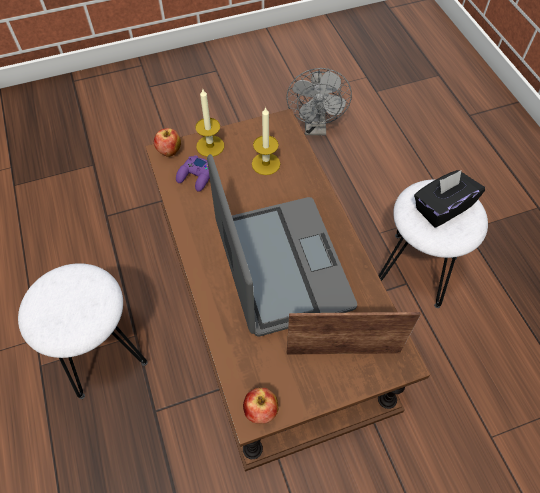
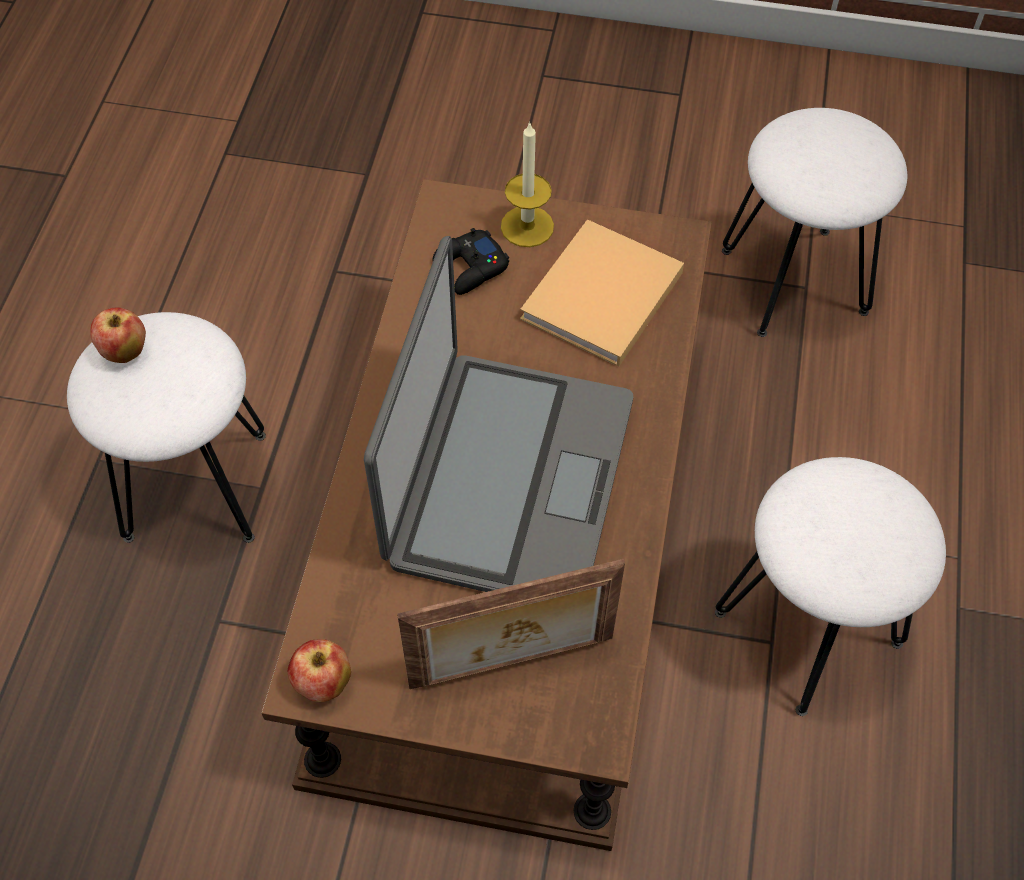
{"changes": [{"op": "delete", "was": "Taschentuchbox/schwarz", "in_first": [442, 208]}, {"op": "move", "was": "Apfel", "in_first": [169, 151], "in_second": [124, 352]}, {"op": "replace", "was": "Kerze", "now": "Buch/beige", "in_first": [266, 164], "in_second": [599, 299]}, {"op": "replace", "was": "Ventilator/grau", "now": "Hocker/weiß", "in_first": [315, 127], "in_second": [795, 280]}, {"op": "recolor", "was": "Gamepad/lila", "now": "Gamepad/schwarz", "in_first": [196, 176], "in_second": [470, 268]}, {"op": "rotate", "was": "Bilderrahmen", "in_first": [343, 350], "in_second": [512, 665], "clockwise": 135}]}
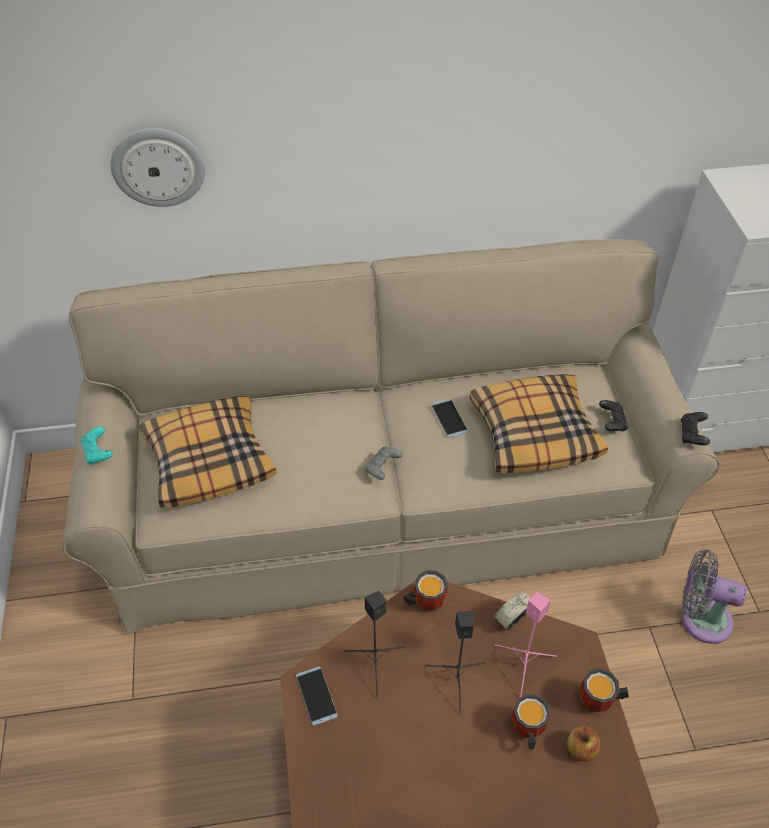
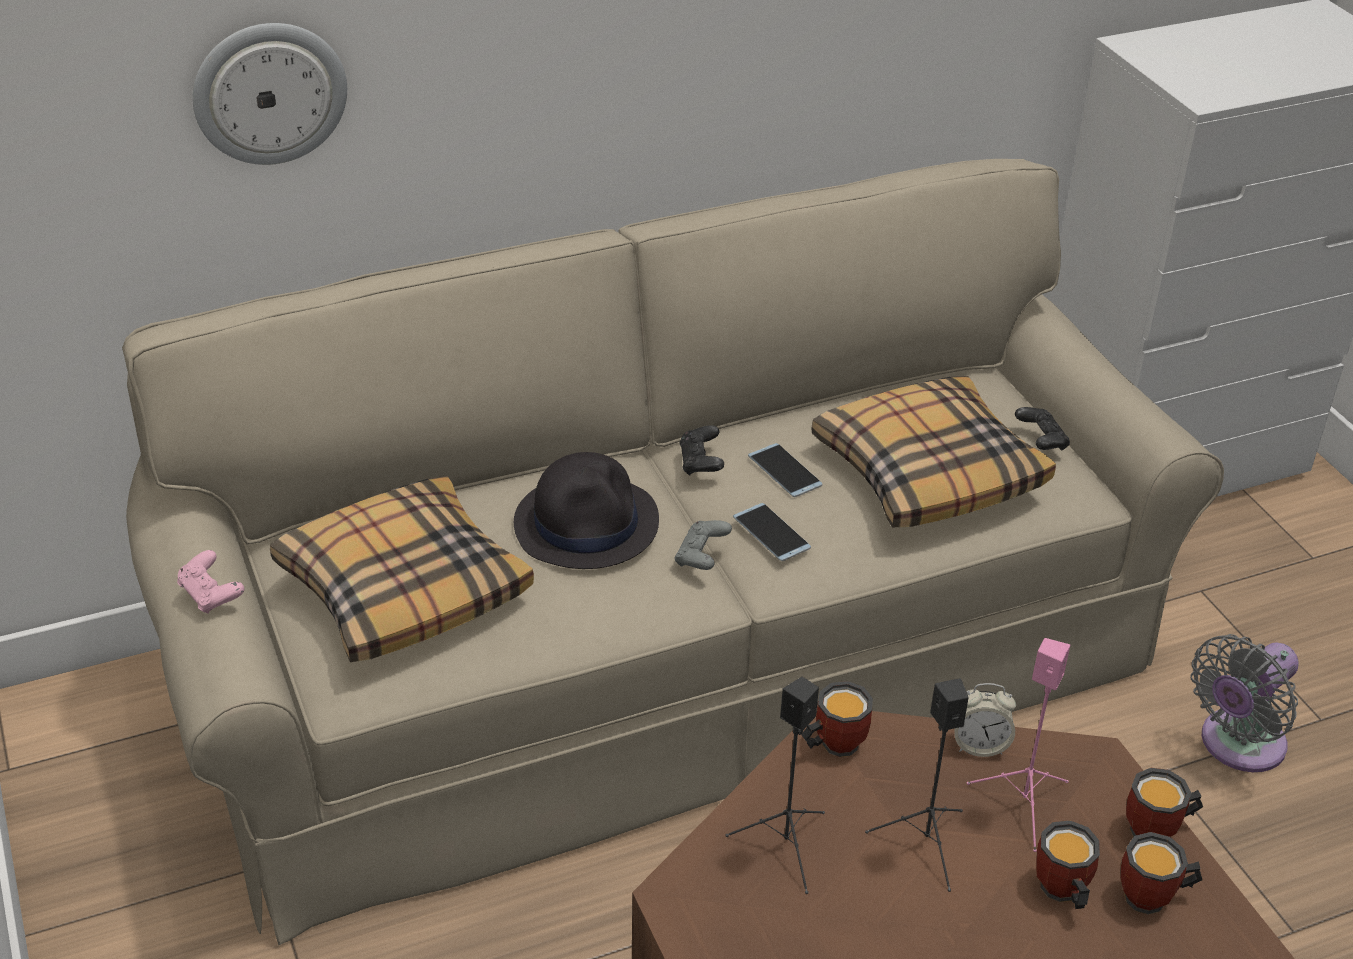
{"changes": [{"op": "insert", "now": "Hut/schwarz", "in_second": [587, 523]}, {"op": "move", "was": "Handy", "in_first": [316, 695], "in_second": [771, 533]}, {"op": "move", "was": "Gamepad/schwarz", "in_first": [692, 435], "in_second": [701, 463]}, {"op": "replace", "was": "Apfel", "now": "Henkelbecher", "in_first": [581, 749], "in_second": [1153, 900]}, {"op": "recolor", "was": "Gamepad/türkis", "now": "Gamepad/rosa", "in_first": [98, 452], "in_second": [211, 595]}, {"op": "rotate", "was": "Wecker", "in_first": [511, 620], "in_second": [979, 745], "clockwise": -120}, {"op": "rotate", "was": "Ventilator/grau", "in_first": [700, 618], "in_second": [1237, 745], "clockwise": -45}]}
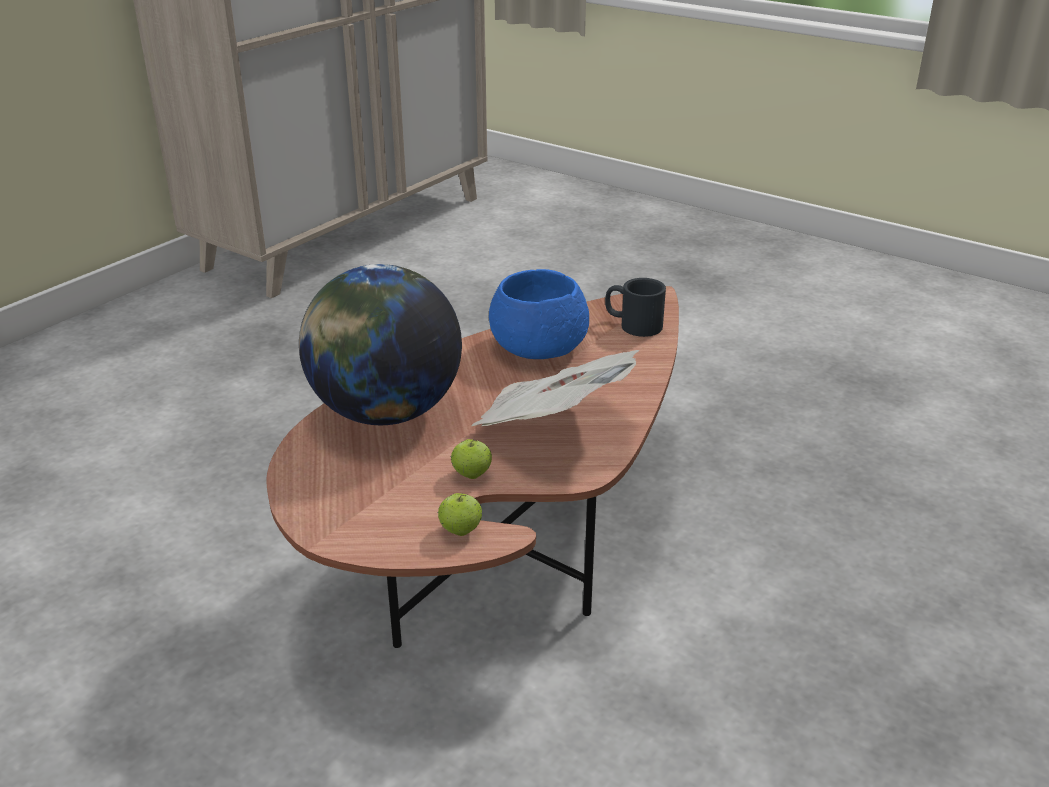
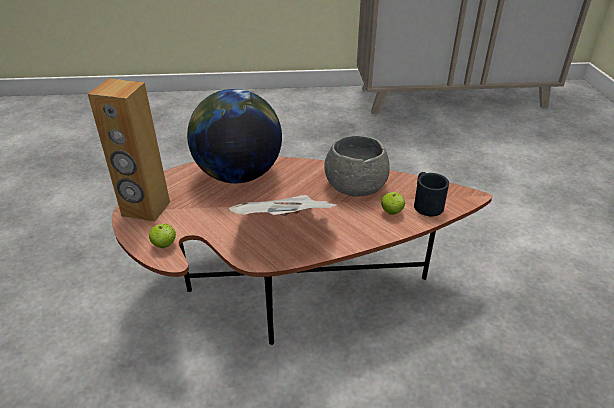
{"changes": [{"op": "insert", "now": "Lautsprecher/braun", "in_second": [145, 209]}, {"op": "move", "was": "Apfel", "in_first": [471, 474], "in_second": [391, 212]}, {"op": "recolor", "was": "Schüssel/blau", "now": "Schüssel/grau", "in_first": [539, 347], "in_second": [355, 186]}]}
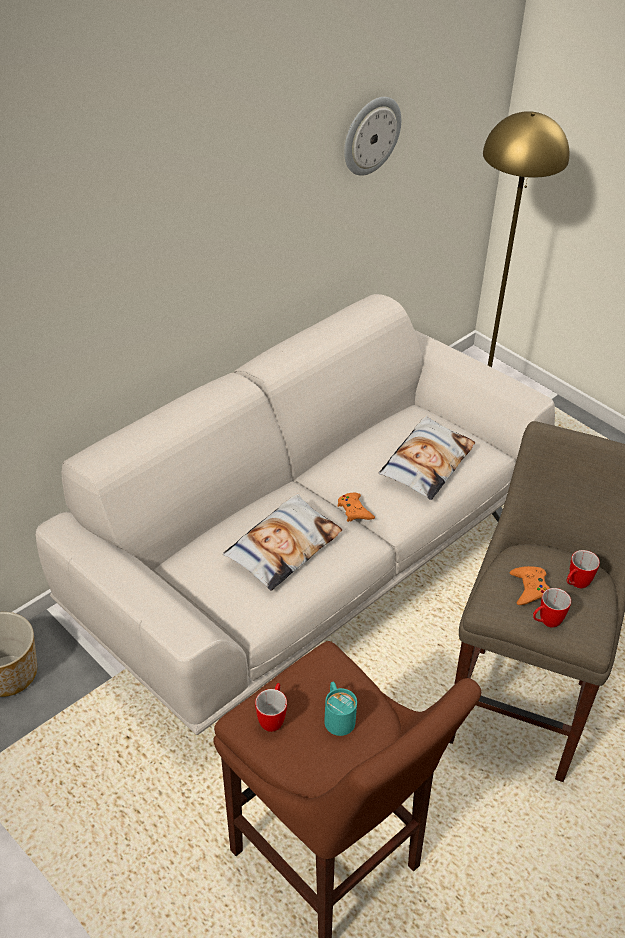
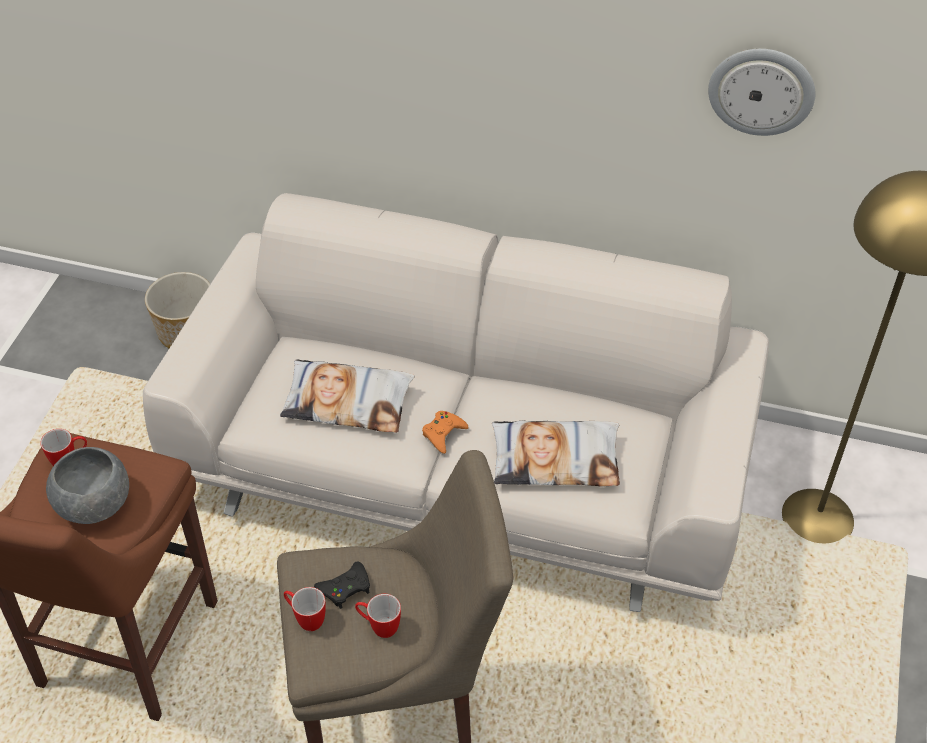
{"changes": [{"op": "replace", "was": "Henkelbecher/türkis", "now": "Schüssel/grau", "in_first": [337, 716], "in_second": [95, 503]}, {"op": "recolor", "was": "Gamepad/orange", "now": "Gamepad/schwarz", "in_first": [529, 588], "in_second": [345, 588]}]}
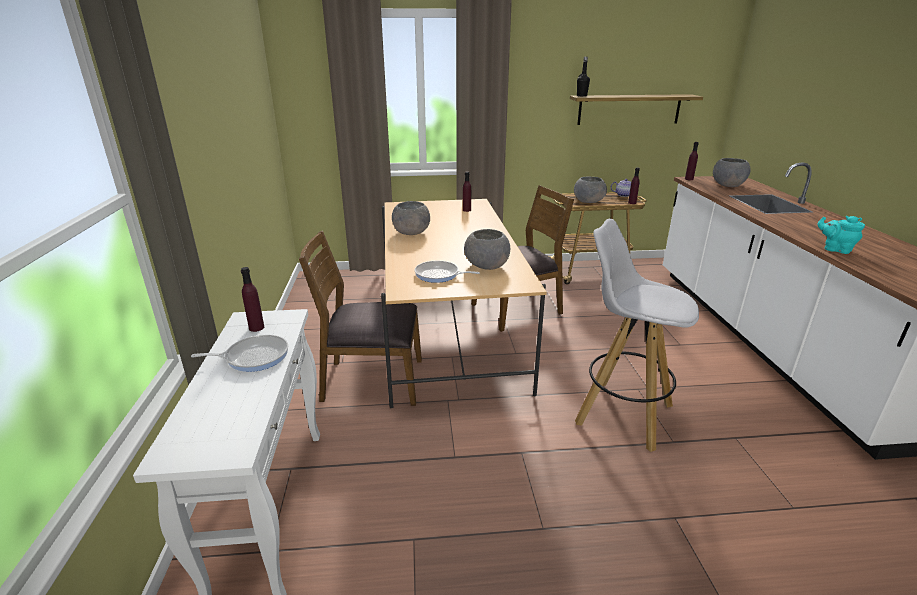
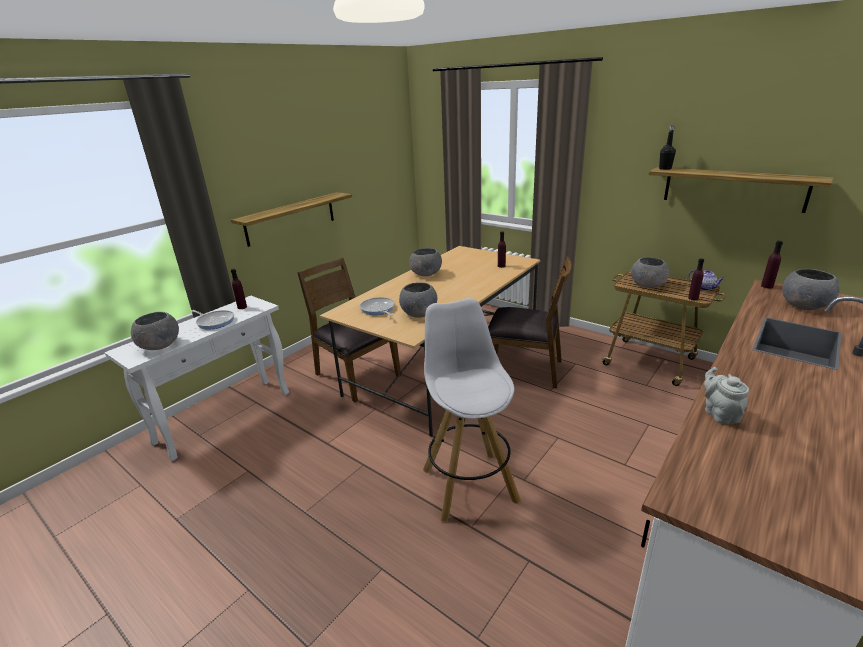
{"changes": [{"op": "insert", "now": "Schüssel/grau", "in_second": [160, 346]}, {"op": "insert", "now": "Wandregal", "in_second": [291, 218]}, {"op": "recolor", "was": "Teekanne/türkis", "now": "Teekanne/grau", "in_first": [835, 249], "in_second": [719, 413]}]}
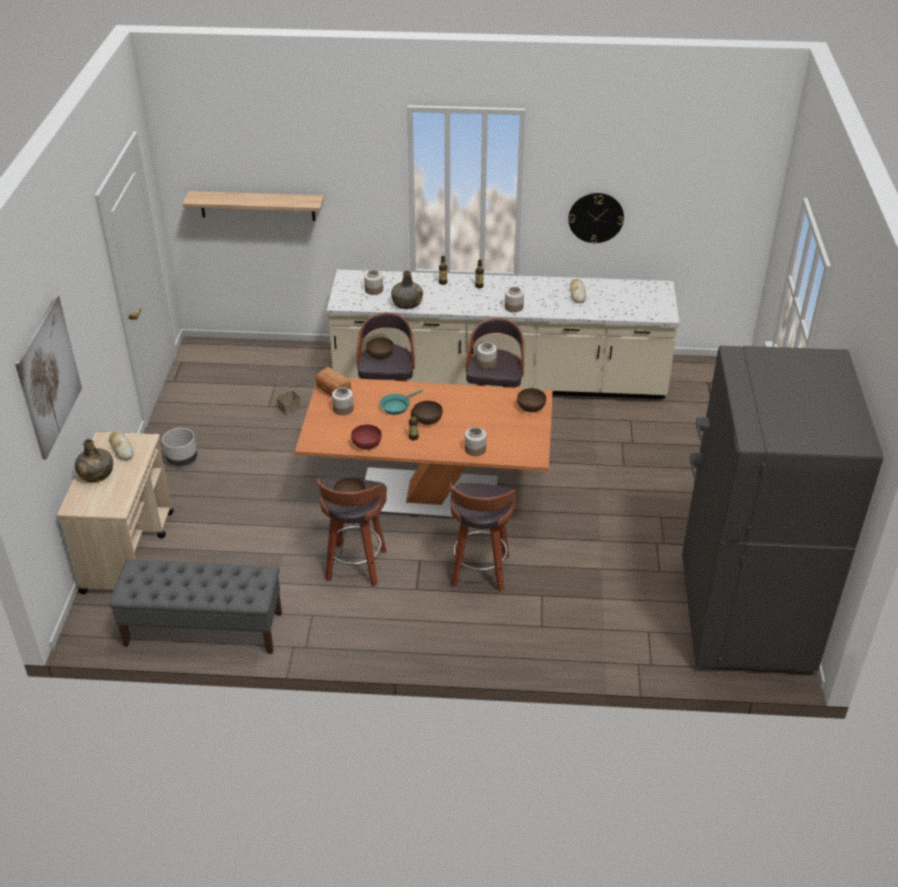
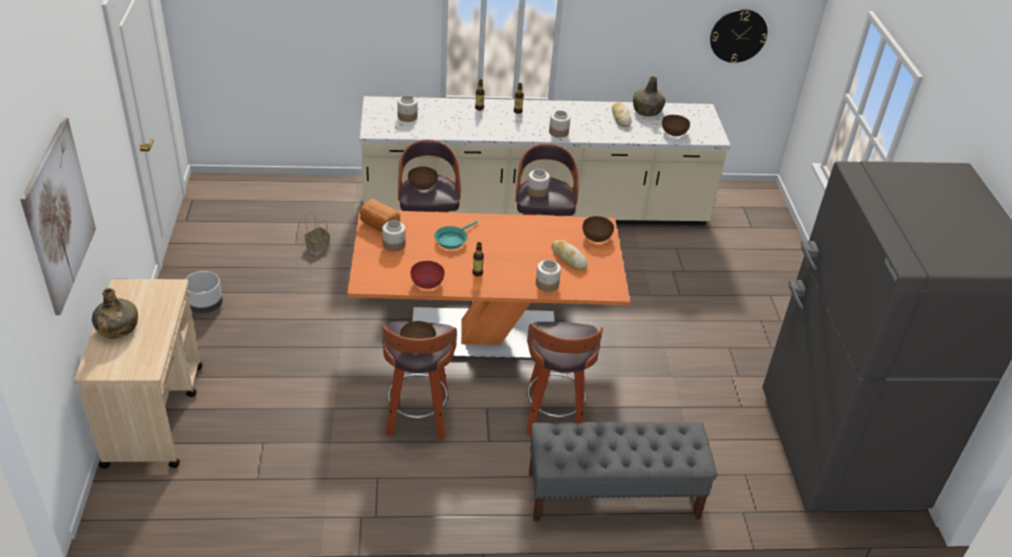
{"changes": [{"op": "delete", "was": "Wandregal", "in_first": [257, 206]}, {"op": "move", "was": "Brot", "in_first": [121, 448], "in_second": [568, 258]}, {"op": "move", "was": "Bank/grau", "in_first": [203, 629], "in_second": [612, 495]}, {"op": "move", "was": "Flasche/grün", "in_first": [407, 303], "in_second": [647, 111]}, {"op": "move", "was": "Schüssel/braun", "in_first": [427, 420], "in_second": [673, 132]}, {"op": "move", "was": "Wanduhr", "in_first": [596, 217], "in_second": [738, 35]}]}
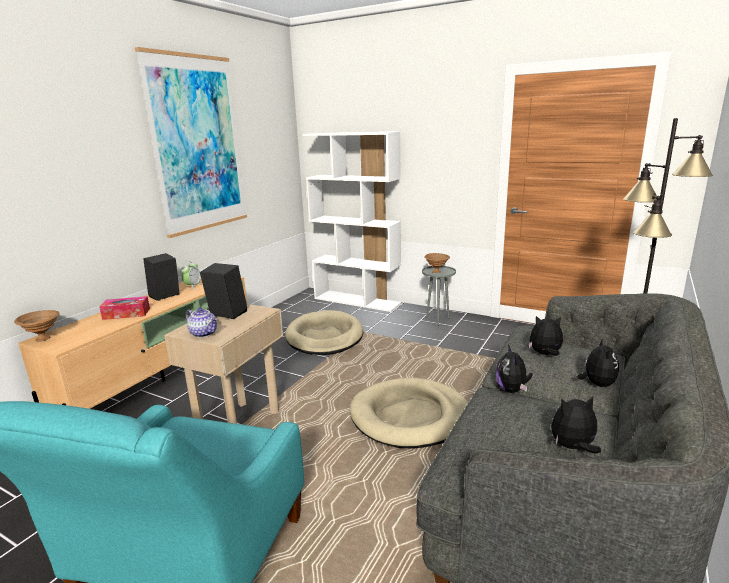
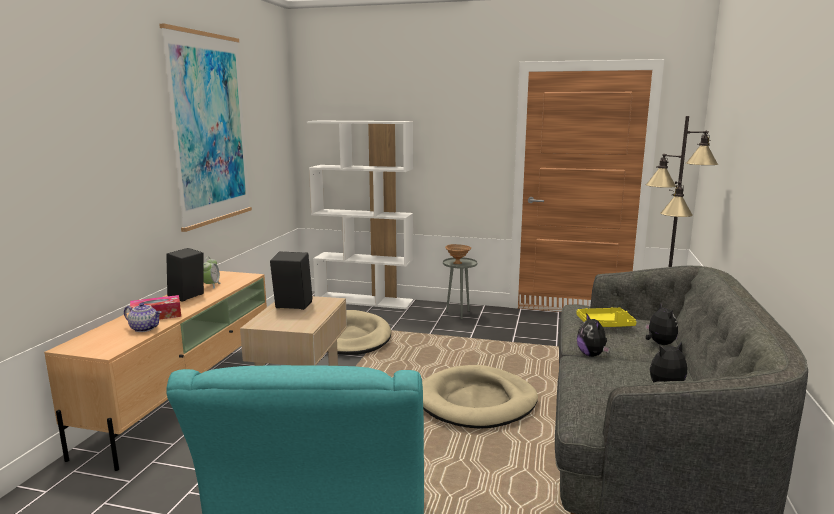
{"changes": [{"op": "delete", "was": "Schüssel/braun", "in_first": [43, 338]}, {"op": "move", "was": "Teekanne", "in_first": [204, 333], "in_second": [145, 328]}, {"op": "replace", "was": "Plüschtier", "now": "Tablett/gelb", "in_first": [545, 354], "in_second": [605, 324]}]}
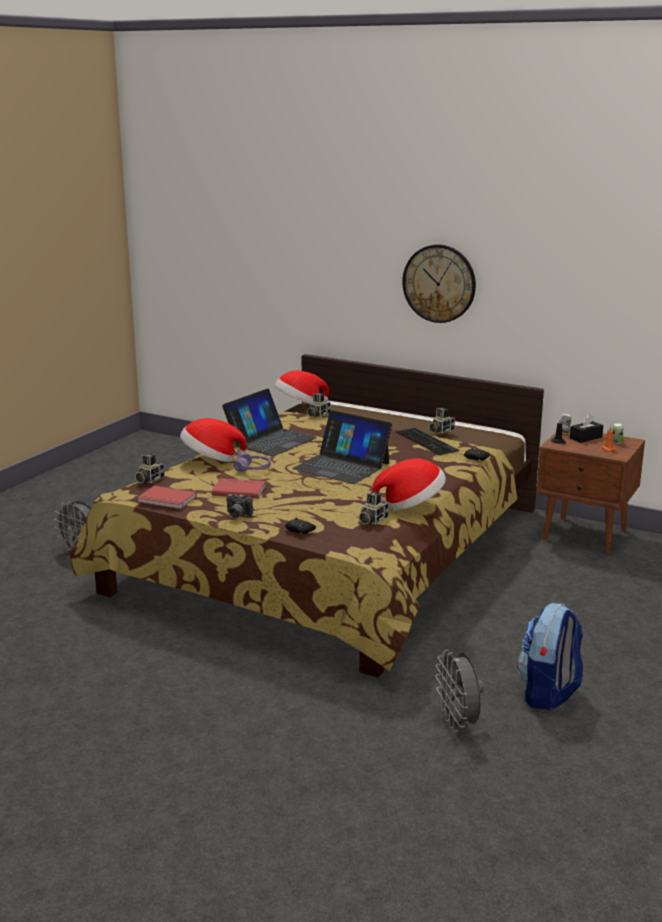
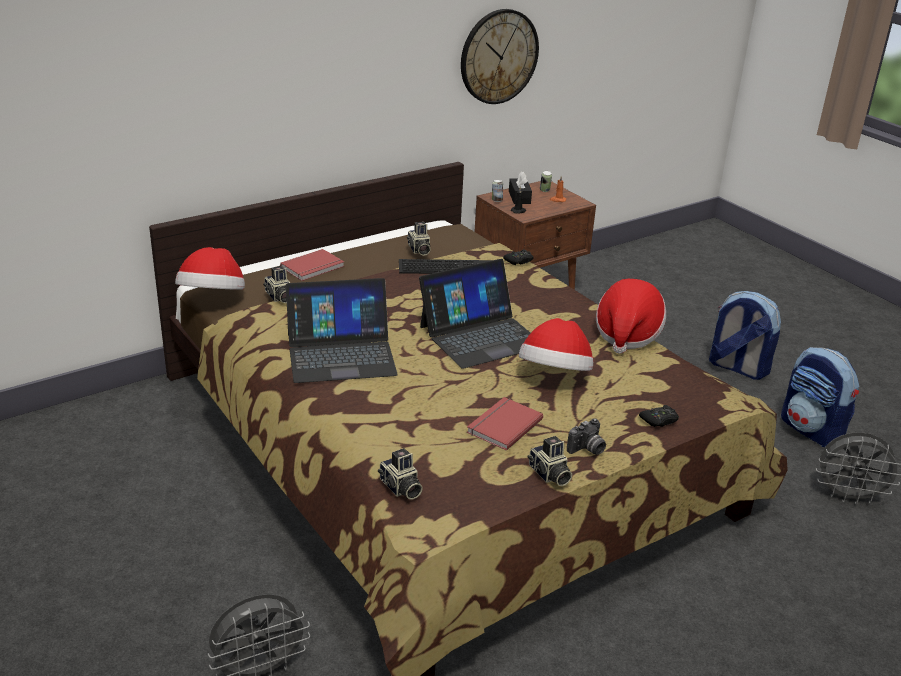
{"changes": [{"op": "delete", "was": "Kopfhörer/lila", "in_first": [253, 469]}, {"op": "insert", "now": "Rucksack", "in_second": [736, 367]}, {"op": "move", "was": "Buch/rot", "in_first": [166, 500], "in_second": [314, 267]}, {"op": "move", "was": "Hut", "in_first": [211, 459], "in_second": [555, 375]}, {"op": "move", "was": "Kamera", "in_first": [372, 520], "in_second": [549, 475]}, {"op": "move", "was": "Wanduhr", "in_first": [439, 283], "in_second": [498, 56]}, {"op": "rotate", "was": "Laptop", "in_first": [270, 440], "in_second": [341, 354], "clockwise": 105}]}
